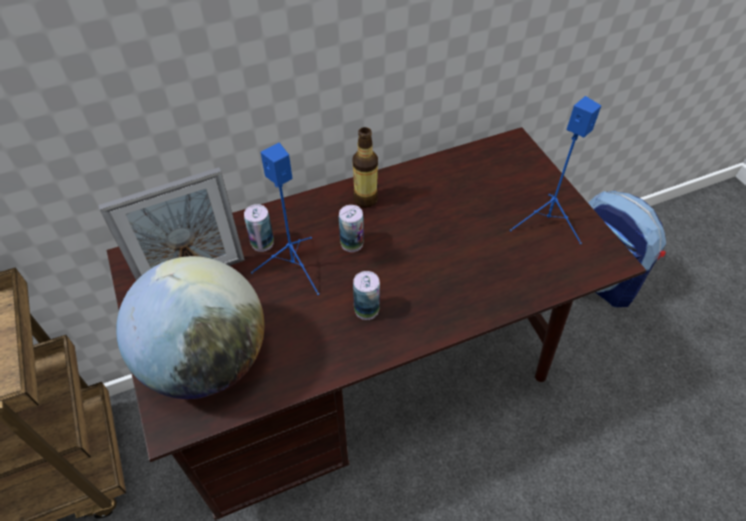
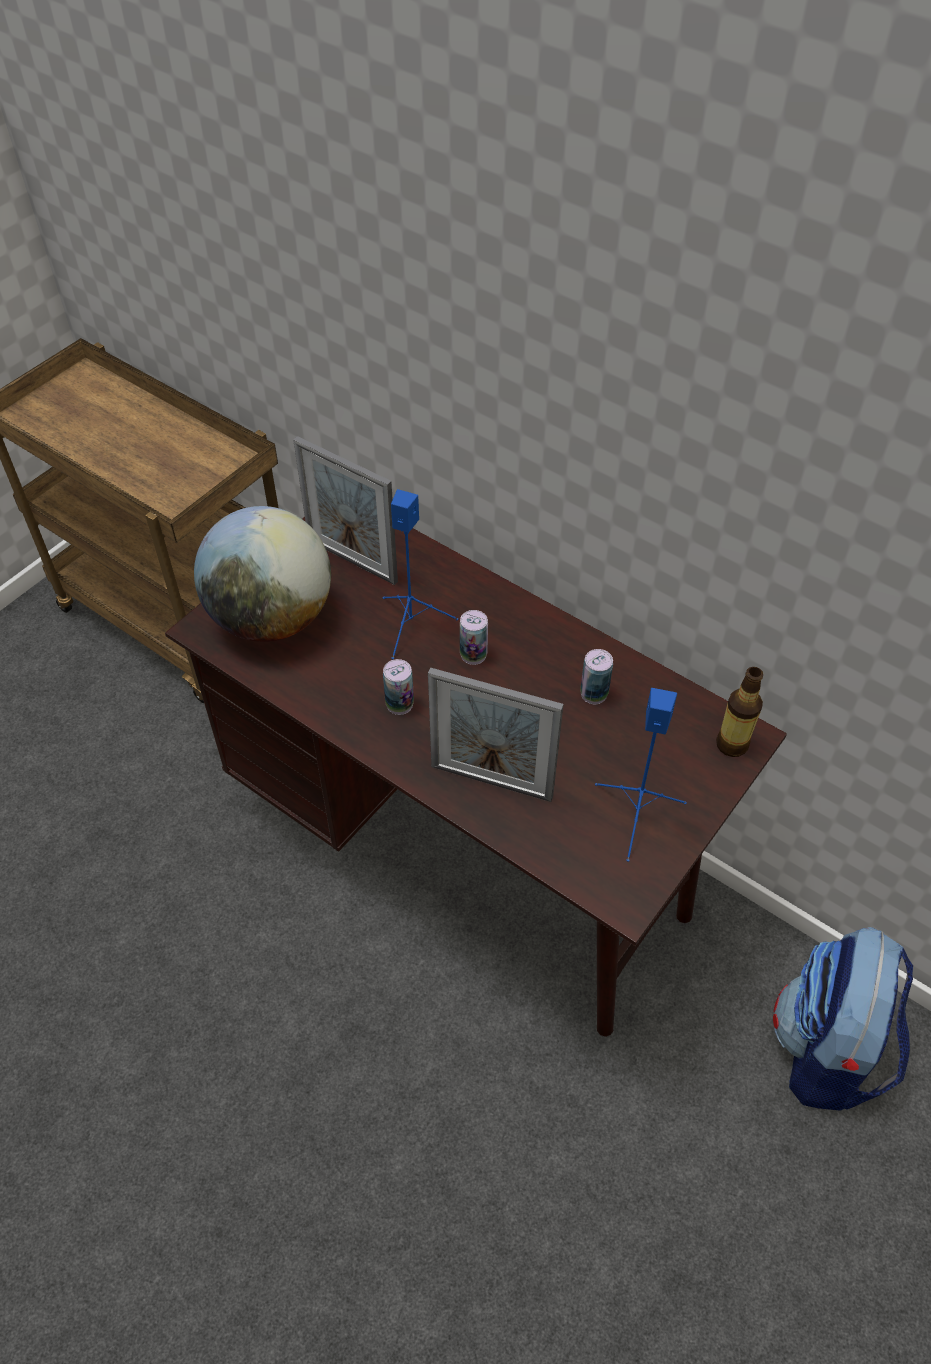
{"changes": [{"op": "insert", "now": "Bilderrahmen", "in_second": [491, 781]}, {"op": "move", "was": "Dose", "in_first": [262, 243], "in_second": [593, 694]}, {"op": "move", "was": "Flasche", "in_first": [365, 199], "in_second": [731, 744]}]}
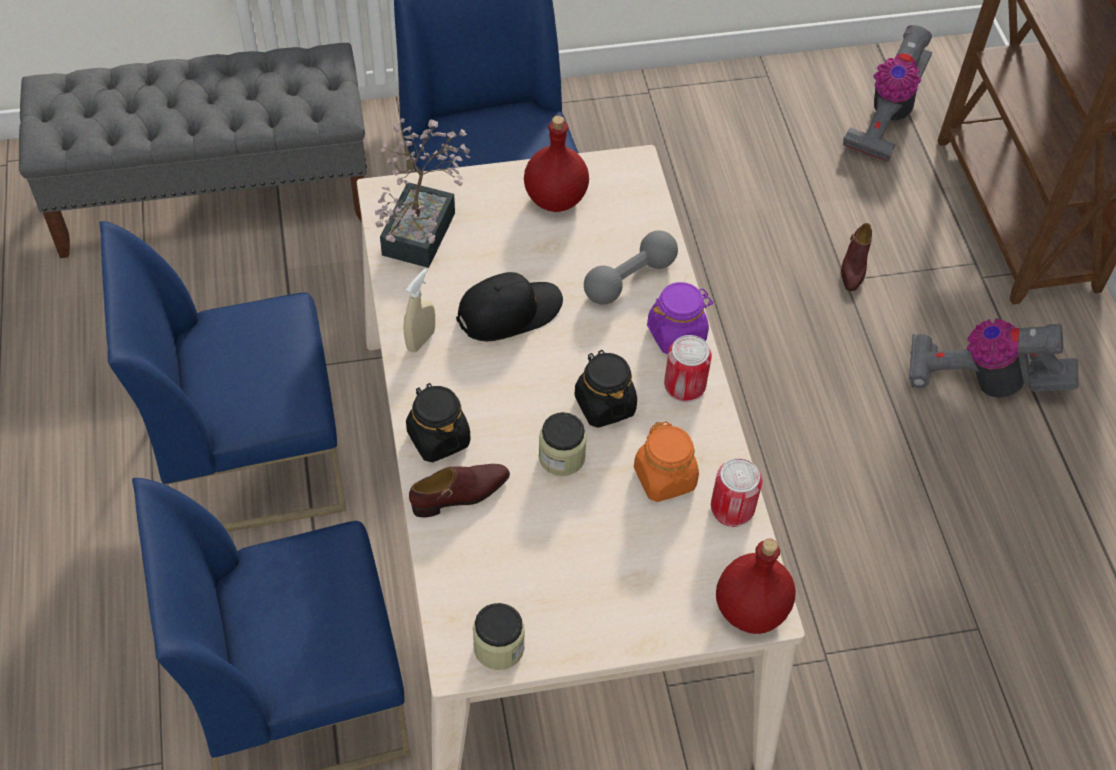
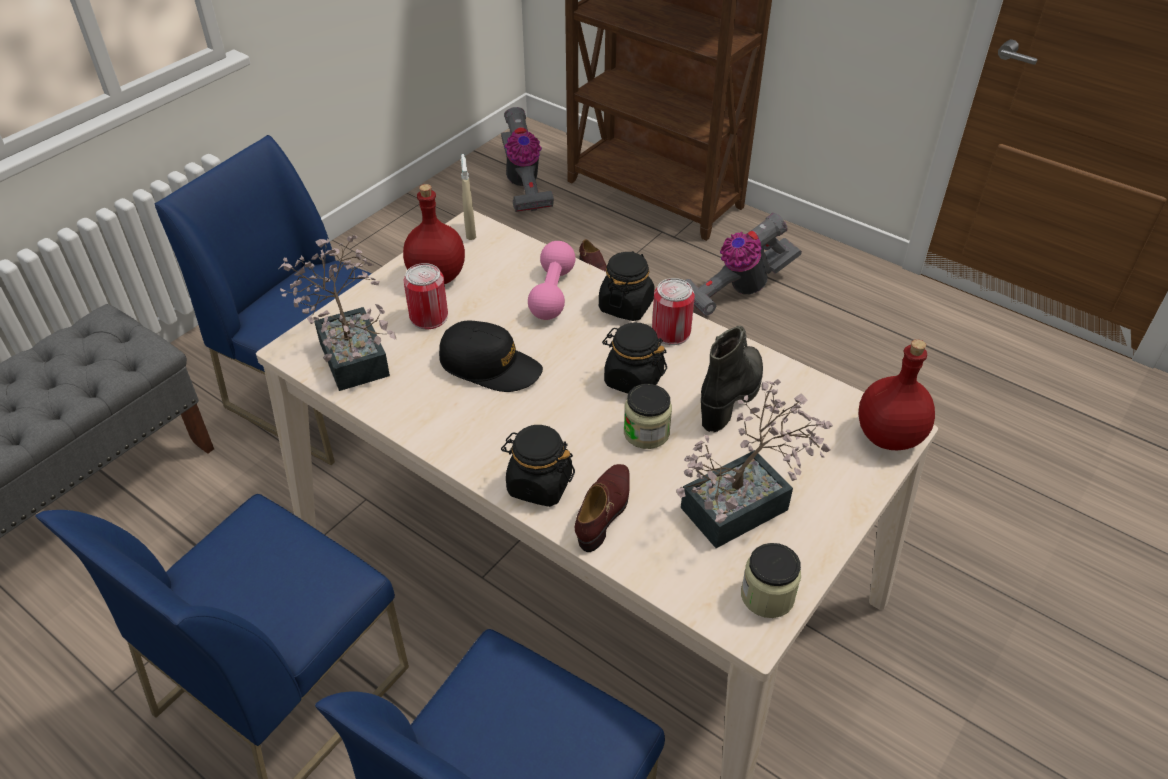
{"changes": [{"op": "insert", "now": "Topfpflanze", "in_second": [745, 504]}, {"op": "move", "was": "Sprühflasche/beige", "in_first": [420, 340], "in_second": [470, 232]}, {"op": "move", "was": "Dose", "in_first": [732, 508], "in_second": [429, 317]}, {"op": "replace", "was": "Vorratsglas/orange", "now": "Stiefel/schwarz", "in_first": [665, 478], "in_second": [732, 396]}, {"op": "recolor", "was": "Hantel/grau", "now": "Hantel/rosa", "in_first": [629, 279], "in_second": [552, 293]}, {"op": "recolor", "was": "Vorratsglas/lila", "now": "Vorratsglas/schwarz", "in_first": [676, 334], "in_second": [626, 306]}, {"op": "rotate", "was": "Kappe/schwarz", "in_first": [509, 312], "in_second": [490, 366], "clockwise": 90}]}
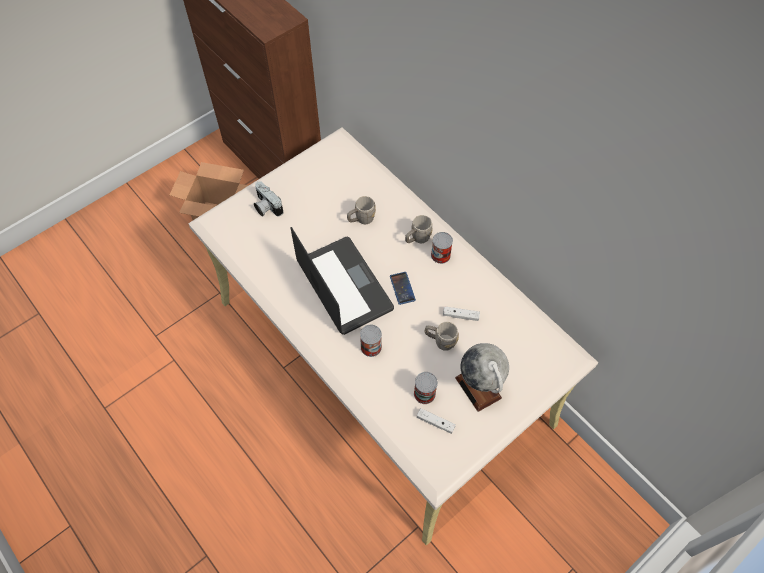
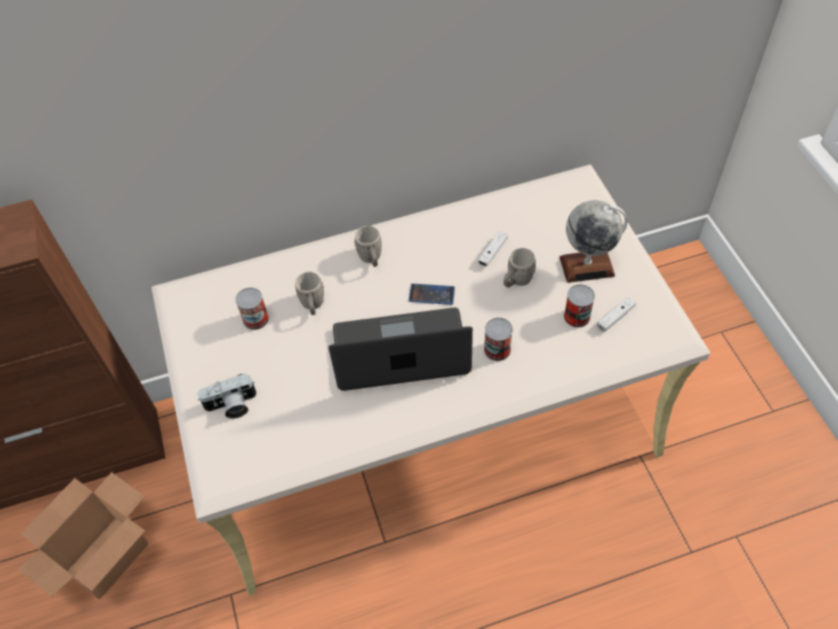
{"changes": [{"op": "move", "was": "Dose", "in_first": [440, 255], "in_second": [255, 319]}]}
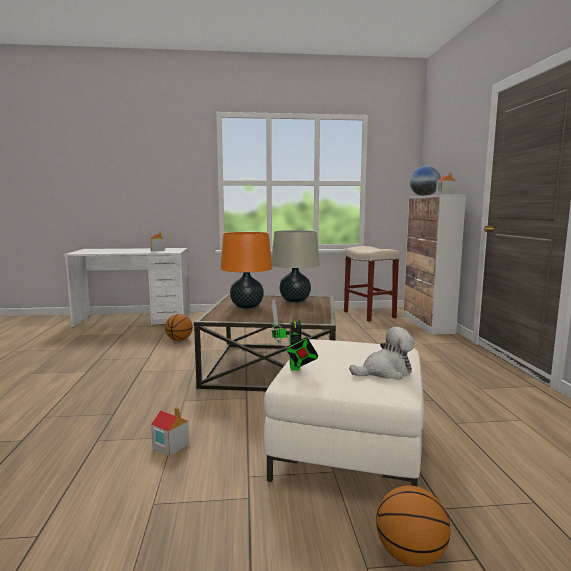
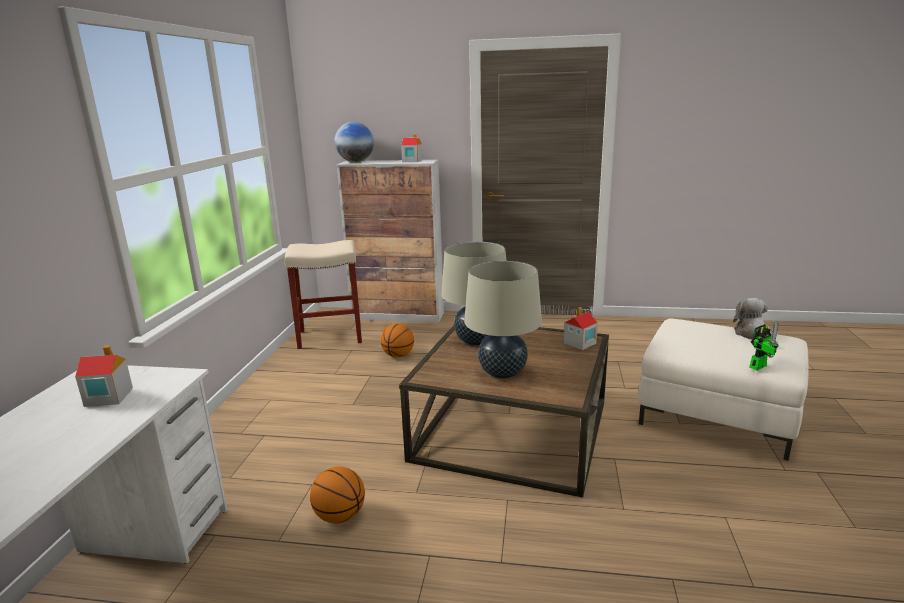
{"changes": [{"op": "move", "was": "Spielzeughaus", "in_first": [170, 445], "in_second": [579, 343]}, {"op": "move", "was": "Basketball", "in_first": [411, 556], "in_second": [398, 355]}, {"op": "recolor", "was": "Tischlampe/orange", "now": "Tischlampe/beige", "in_first": [247, 307], "in_second": [502, 373]}, {"op": "rotate", "was": "Spielzeugroboter", "in_first": [294, 368], "in_second": [759, 365], "clockwise": -45}]}
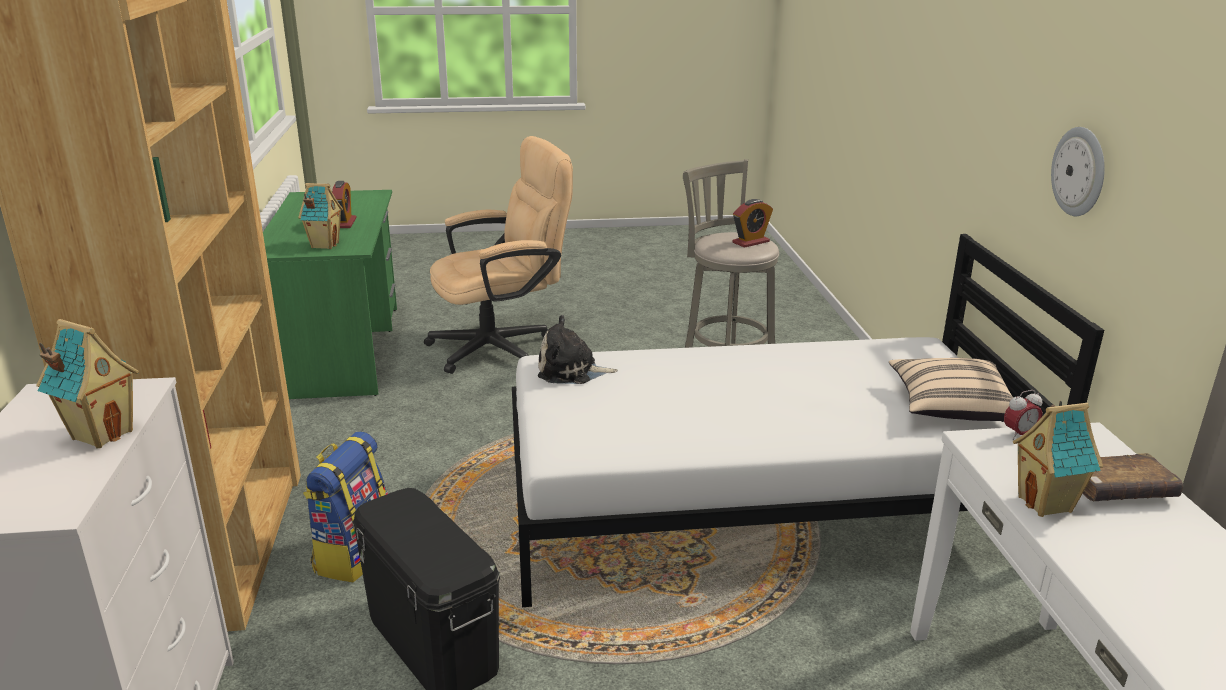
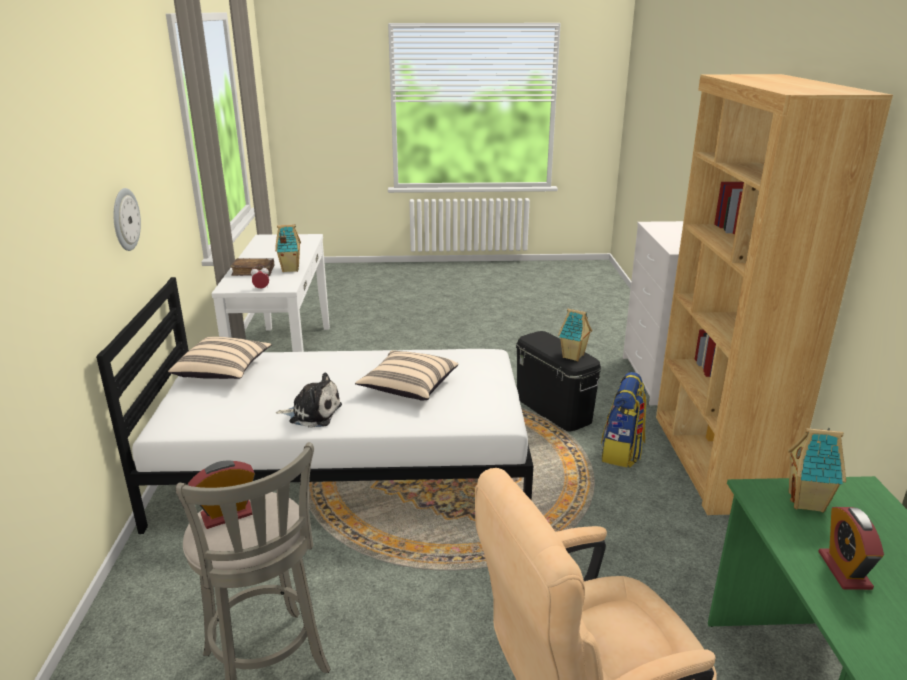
{"changes": [{"op": "insert", "now": "Kissen/beige", "in_second": [408, 388]}, {"op": "move", "was": "Spielzeughaus", "in_first": [102, 434], "in_second": [573, 356]}, {"op": "move", "was": "Plüschtier", "in_first": [571, 371], "in_second": [312, 413]}]}
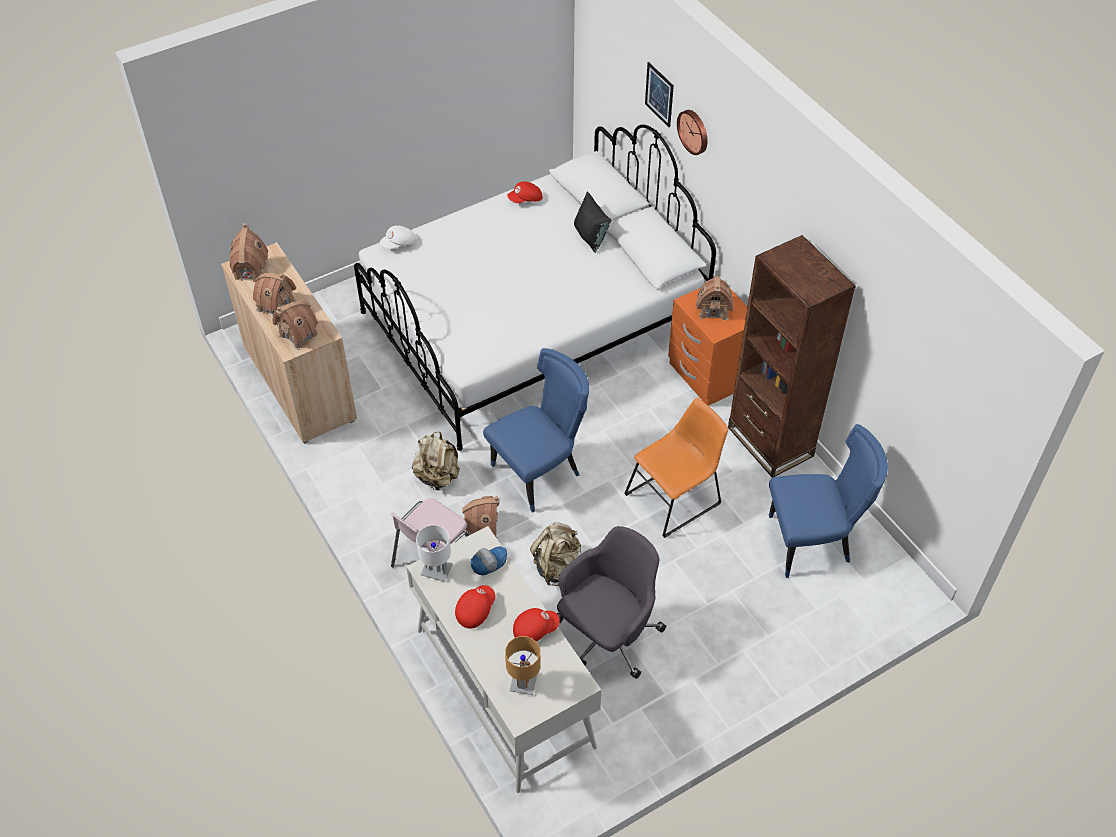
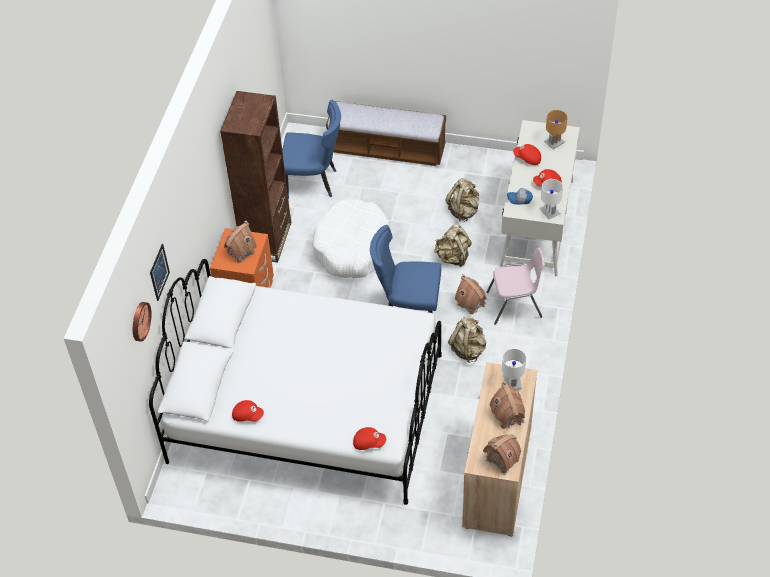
{"changes": [{"op": "delete", "was": "Kissen/schwarz", "in_first": [591, 237]}, {"op": "insert", "now": "Bank", "in_second": [387, 149]}, {"op": "move", "was": "Wanduhr", "in_first": [694, 131], "in_second": [139, 321]}, {"op": "replace", "was": "Spielzeughaus", "now": "Tischlampe/weiß", "in_first": [298, 335], "in_second": [512, 383]}, {"op": "replace", "was": "Bürostuhl/grau", "now": "Rucksack/beige", "in_first": [607, 636], "in_second": [463, 211]}, {"op": "replace", "was": "Stuhl/orange", "now": "Hundebett/weiß", "in_first": [676, 497], "in_second": [352, 247]}, {"op": "recolor", "was": "Kappe/weiß", "now": "Kappe/rot", "in_first": [399, 244], "in_second": [369, 442]}, {"op": "rotate", "was": "Stuhl/blau", "in_first": [812, 542], "in_second": [314, 182], "clockwise": 150}]}
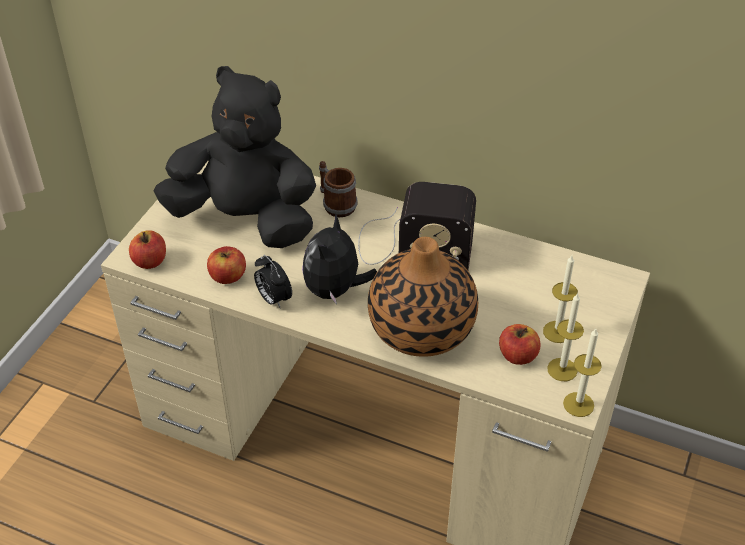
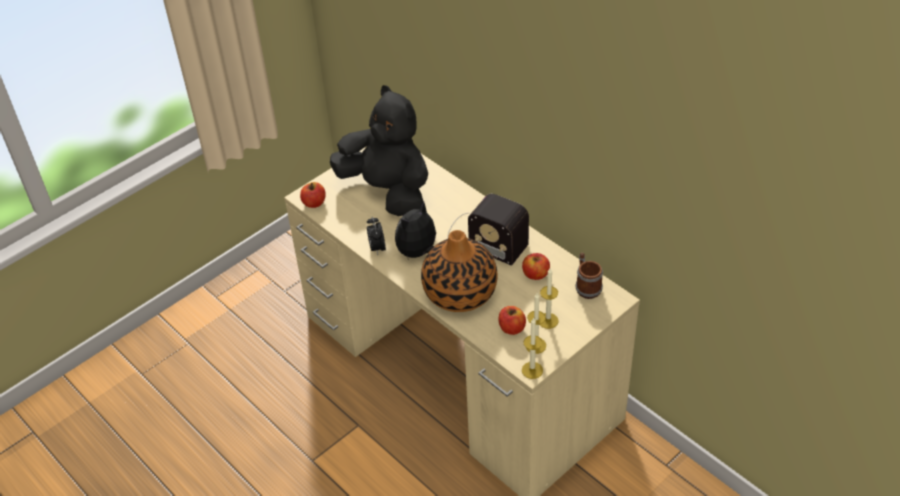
{"changes": [{"op": "move", "was": "Apfel", "in_first": [228, 276], "in_second": [535, 274]}, {"op": "move", "was": "Henkelbecher", "in_first": [336, 204], "in_second": [586, 286]}]}
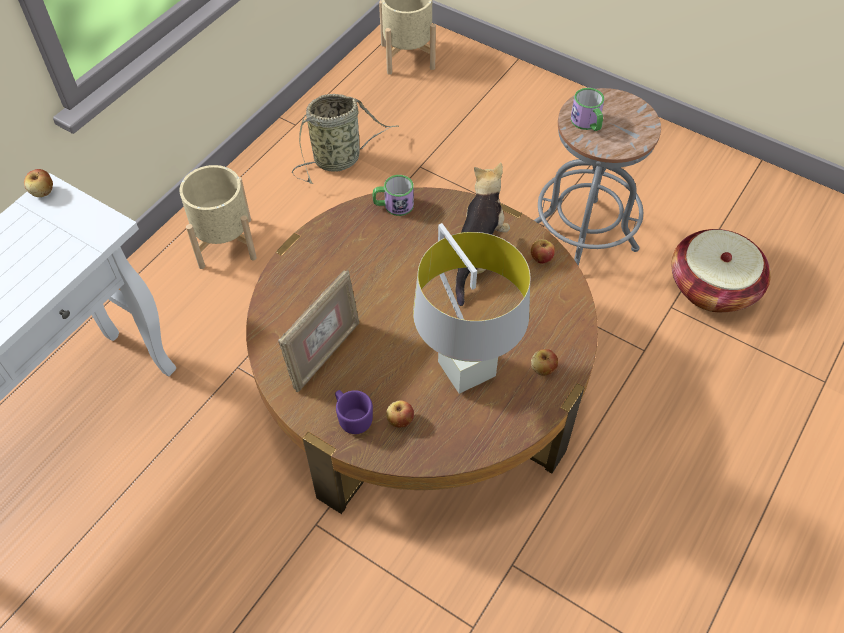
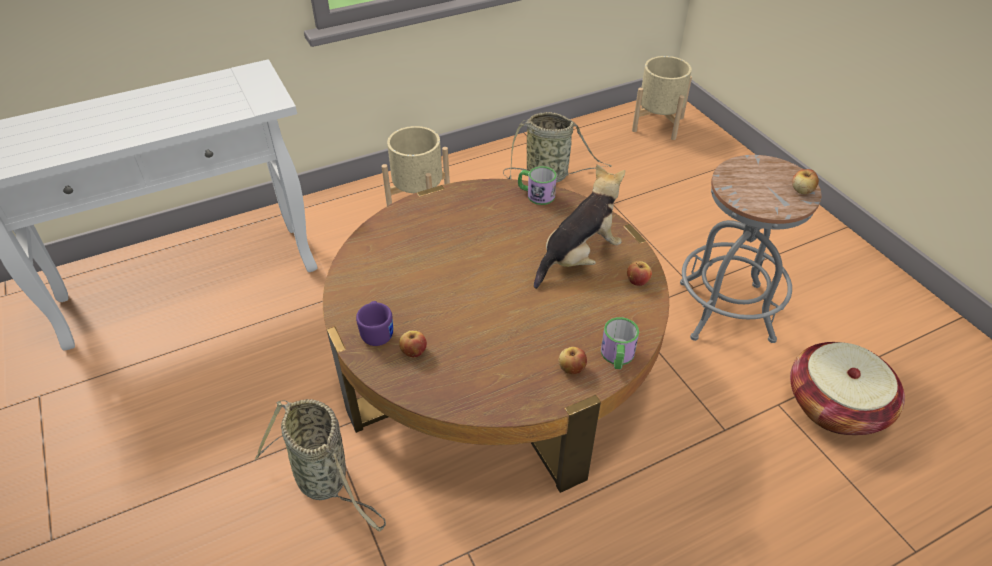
{"changes": [{"op": "delete", "was": "Bilderrahmen", "in_first": [324, 354]}, {"op": "delete", "was": "Tischlampe/grau", "in_first": [466, 371]}, {"op": "insert", "now": "Korb", "in_second": [325, 480]}, {"op": "move", "was": "Apfel", "in_first": [43, 192], "in_second": [802, 190]}, {"op": "move", "was": "Henkelbecher", "in_first": [587, 123], "in_second": [617, 357]}]}
